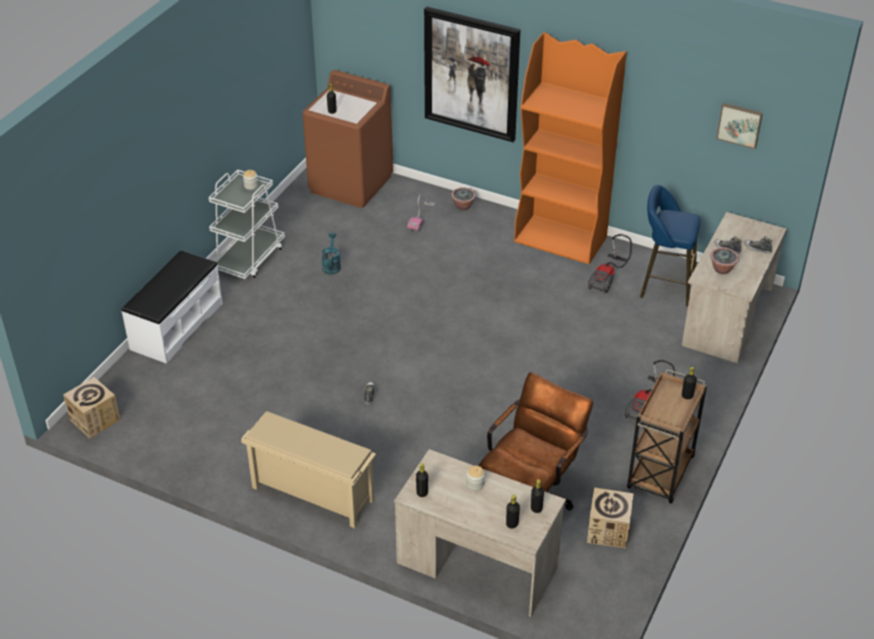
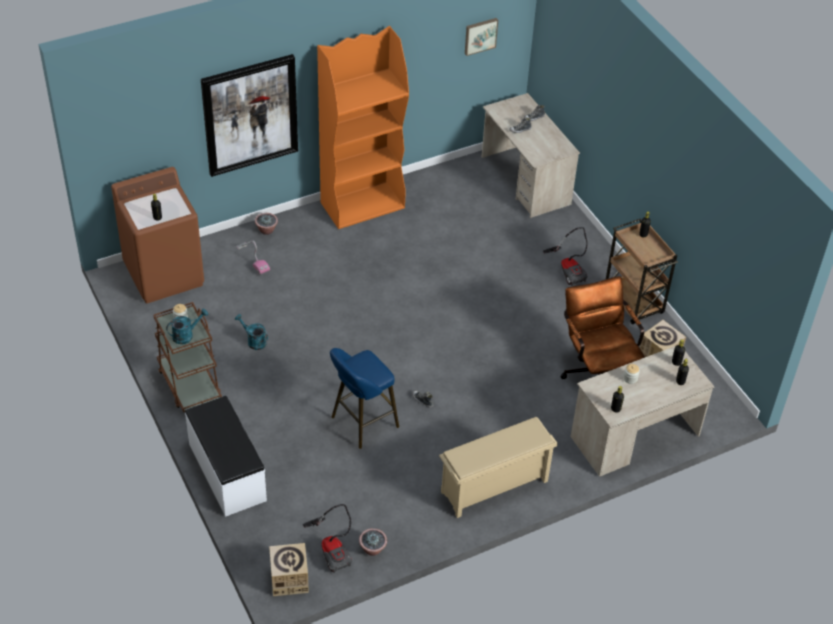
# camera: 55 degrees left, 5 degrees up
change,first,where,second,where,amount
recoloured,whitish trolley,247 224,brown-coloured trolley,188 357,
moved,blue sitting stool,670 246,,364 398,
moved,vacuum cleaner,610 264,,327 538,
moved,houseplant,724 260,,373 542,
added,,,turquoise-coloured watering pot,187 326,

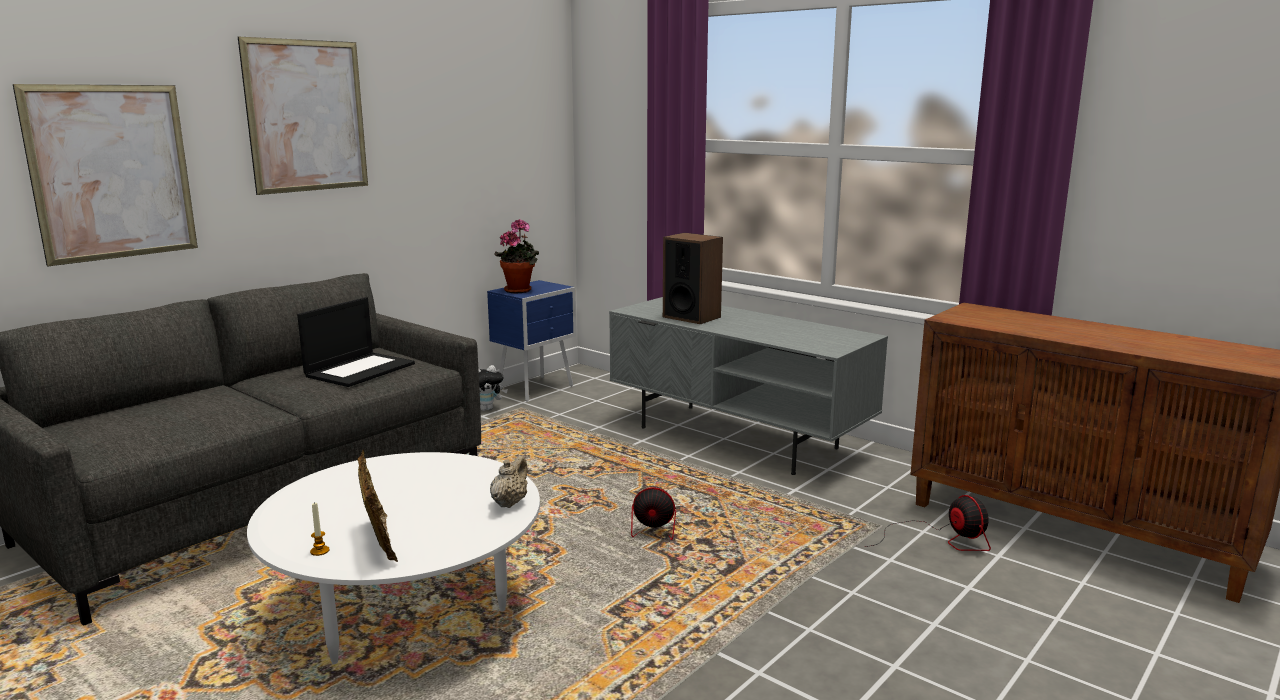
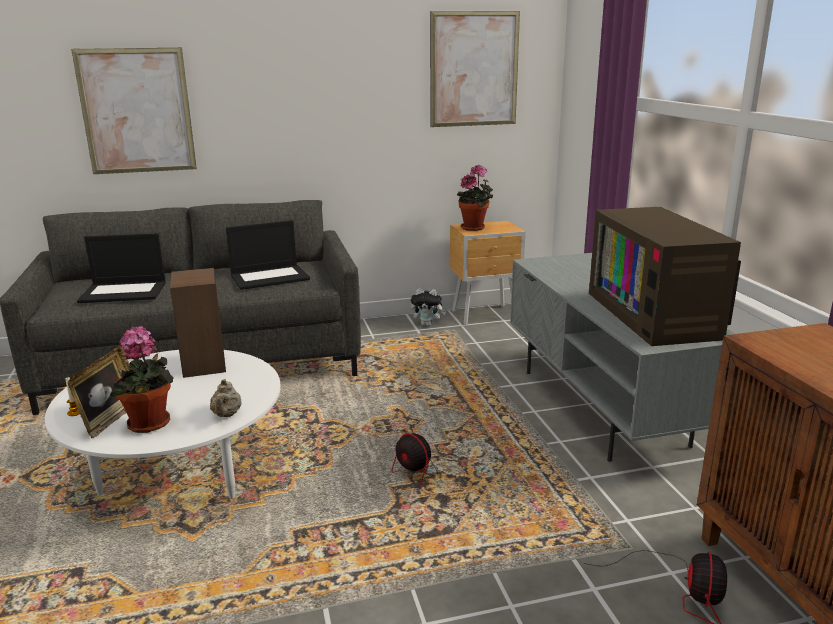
# camera: 35 degrees right, 5 degrees up
change,first,where,second,where,amount
moved,wall picture,303 116,,475 69,
moved,speaker,693 278,,198 323,
recoloured,blue bedside table,531 341,brown-coloured bedside table,487 273,
turned,beige pot for tea,509 482,,226 398,120 degrees clockwise
added,,,television,665 276,
added,,,laptop,121 268,
added,,,houseplant,142 379,

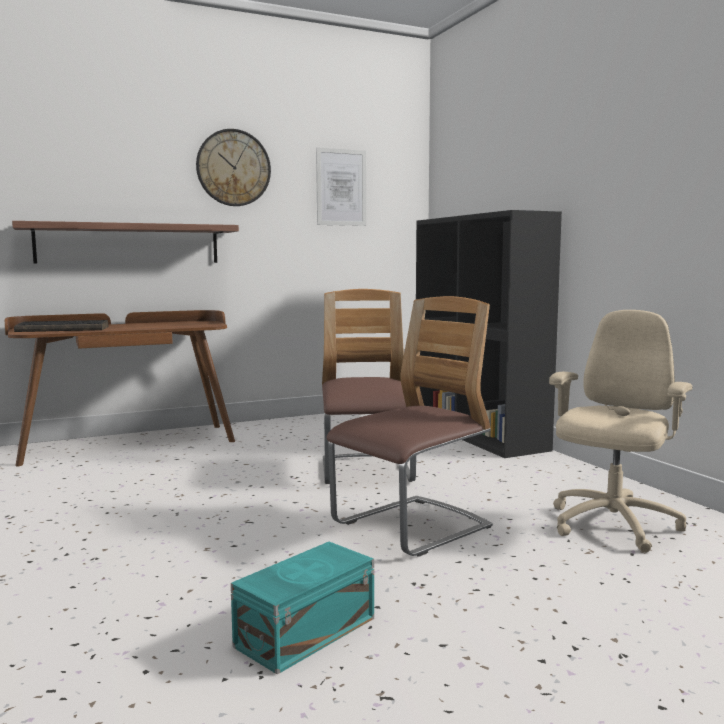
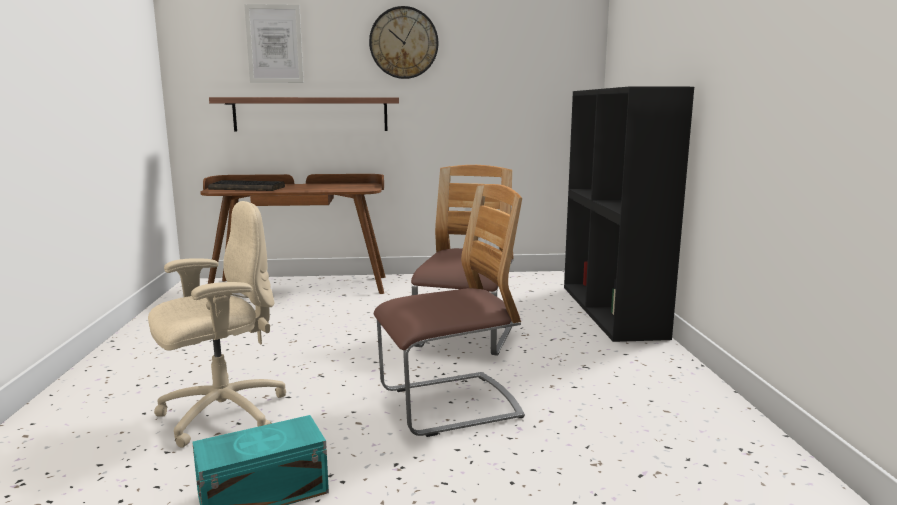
# camera: 20 degrees right, 5 degrees up
change,first,where,second,where,amount
moved,wall picture,341 186,,274 43,
moved,beige desk chair,621 431,,217 324,

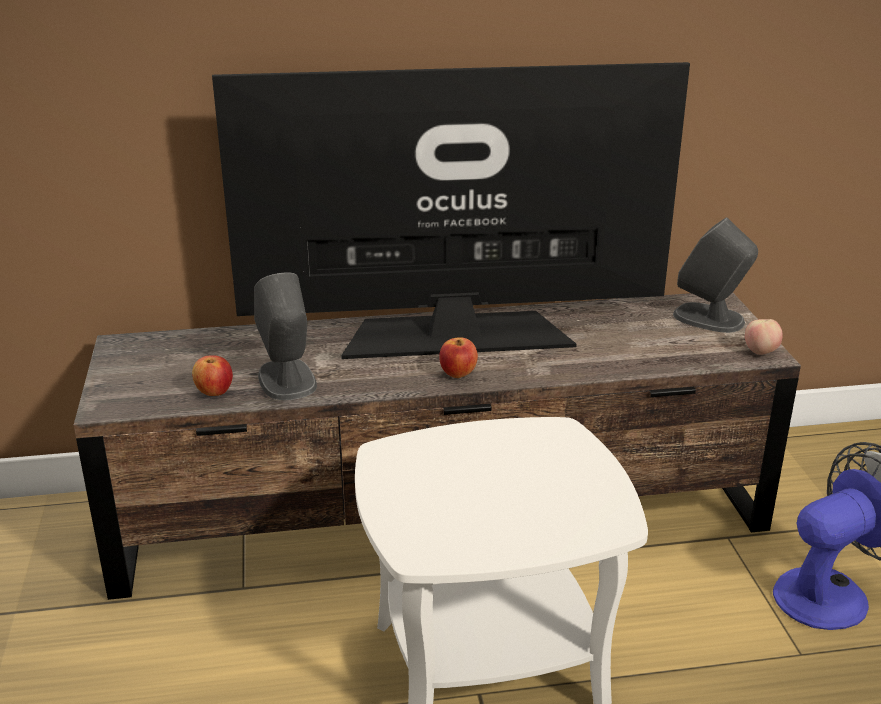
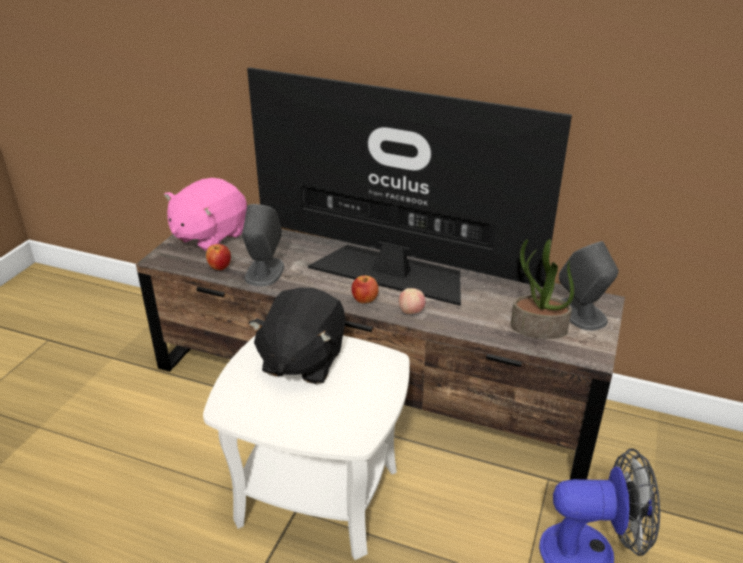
# camera: 30 degrees right, 5 degrees up
change,first,where,second,where,amount
moved,apple,764 337,,412 301,
added,,,pink-coloured soft toy,205 214,
added,,,houseplant,542 289,
added,,,black soft toy,297 336,

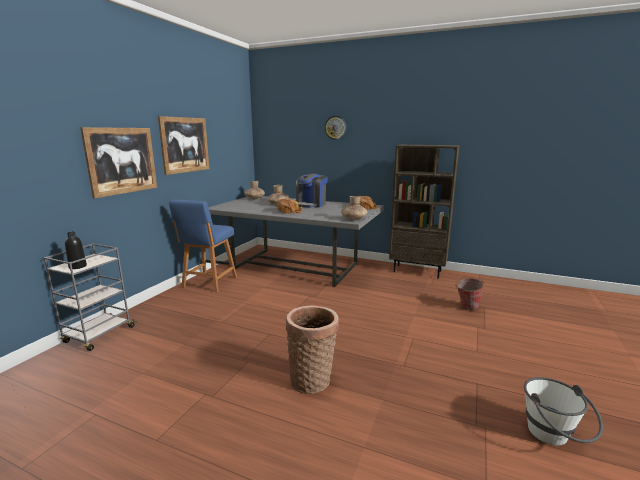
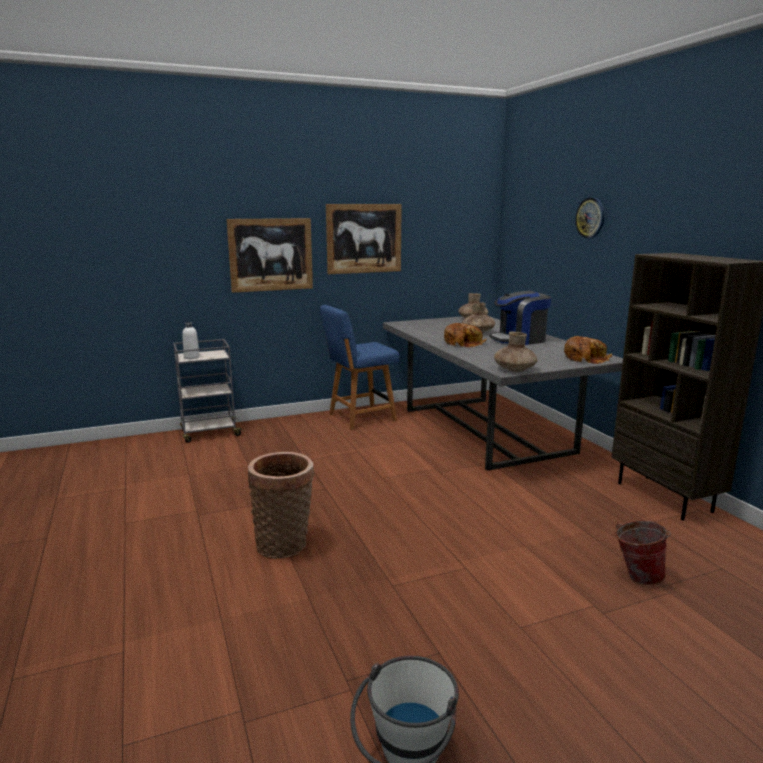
# camera: 45 degrees right, 0 degrees up
change,first,where,second,where,amount
recoloured,black beverage bottle,76 250,whitish beverage bottle,191 340,

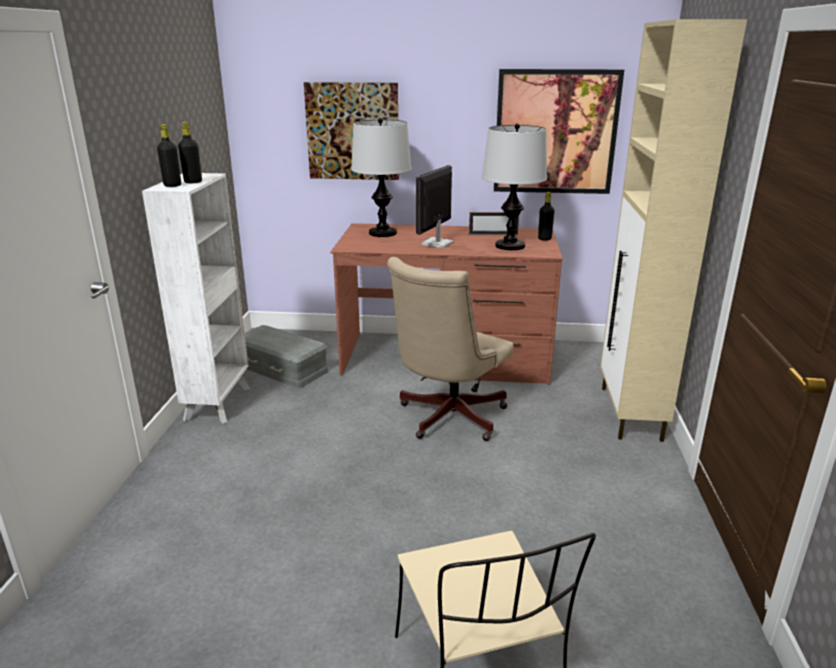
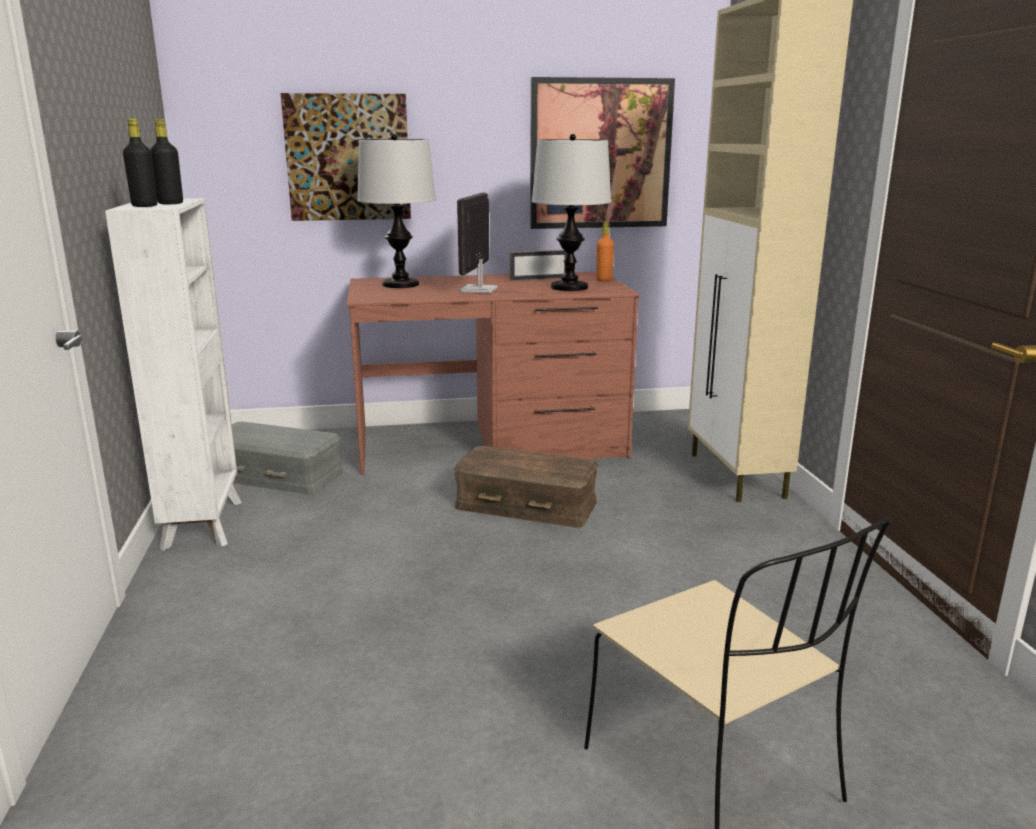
# camera: 15 degrees left, 5 degrees down
change,first,where,second,where,amount
recoloured,black beverage bottle,546 216,orangey beverage bottle,605 251,
replaced,beige desk chair,450 349,brown-coloured storage container,526 487,

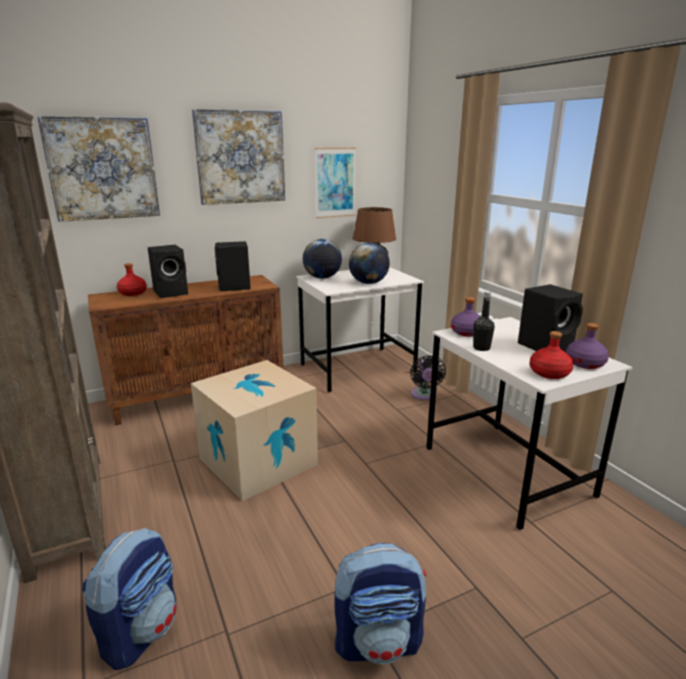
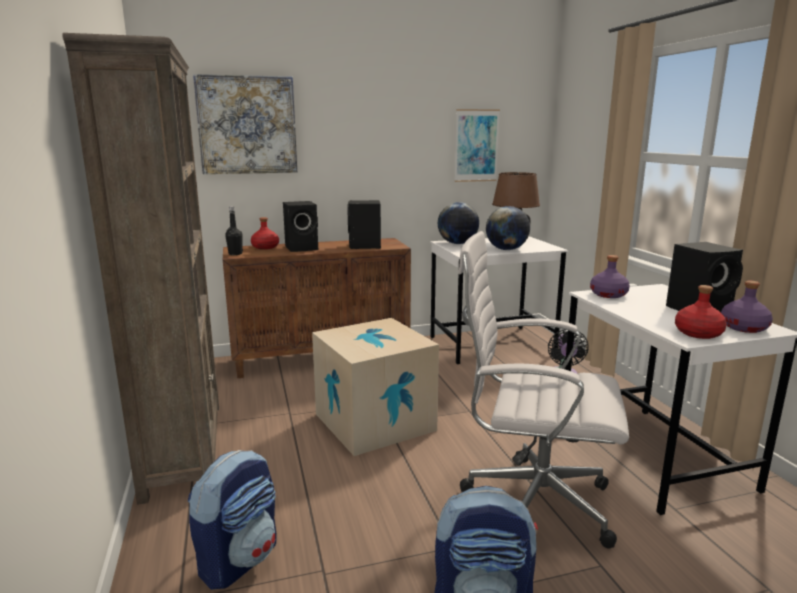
# camera: 10 degrees right, 5 degrees down
change,first,where,second,where,amount
removed,wall picture,238 157,,,
moved,black beverage bottle,484 321,,234 230,
added,,,whitish desk chair,543 390,

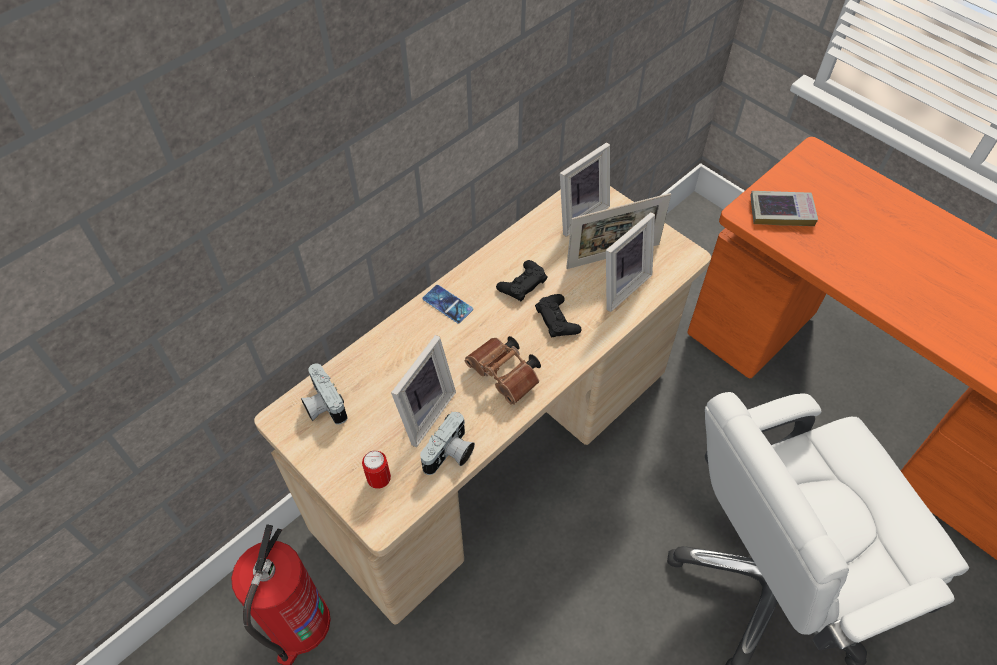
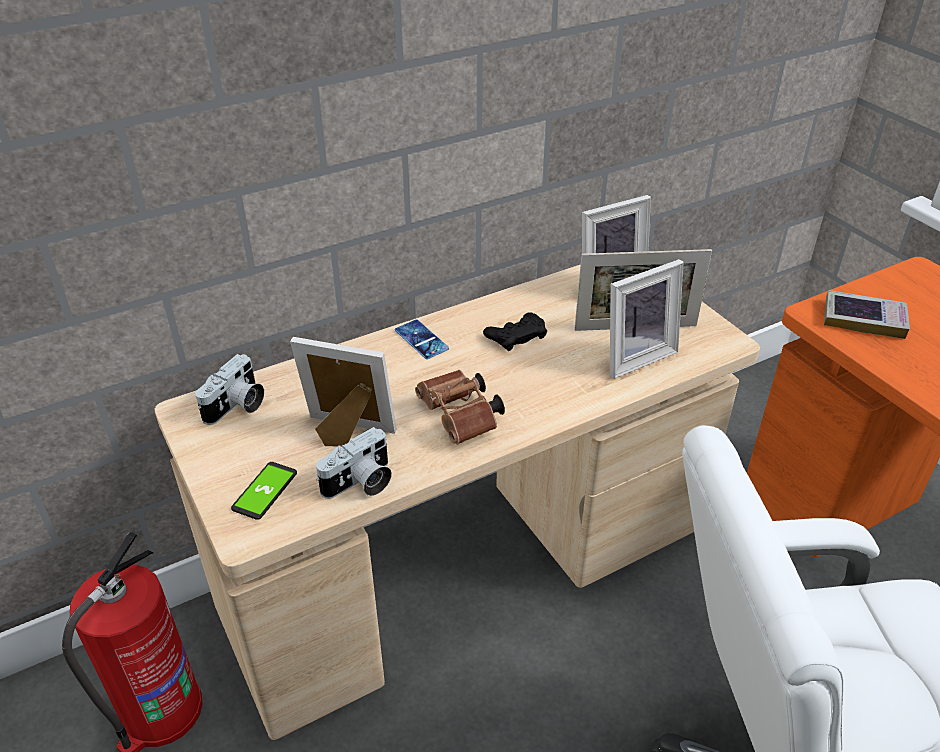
# camera: 15 degrees right, 15 degrees down
change,first,where,second,where,amount
removed,black game controller,558 316,,,
turned,photo frame,423 391,,343 392,120 degrees counterclockwise
turned,still camera,324 394,,229 389,135 degrees counterclockwise
replaced,metal can,376 470,handset,264 491,

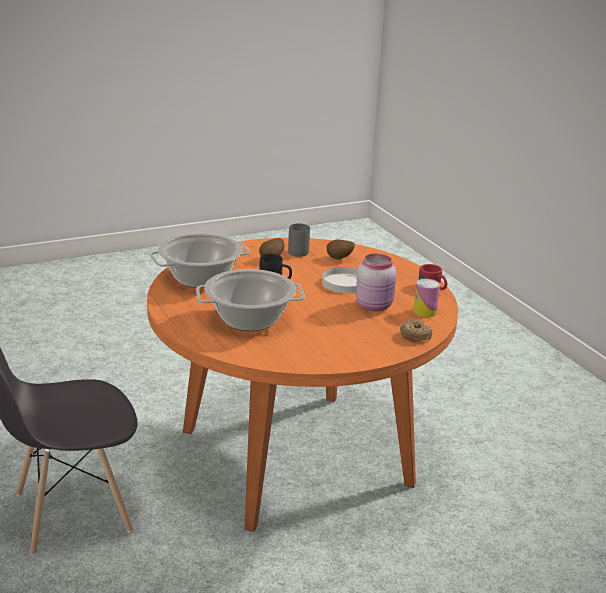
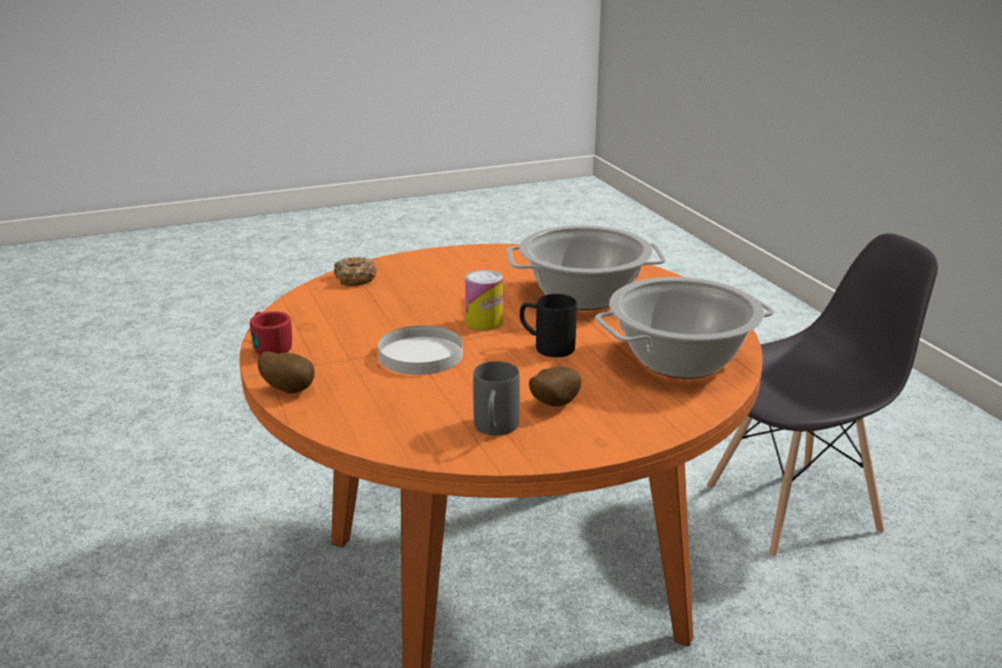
# camera: 175 degrees left, 0 degrees up
change,first,where,second,where,amount
moved,whole potato,341 249,,286 372,
removed,pink-coloured jar,376 282,,,
moved,metal can,426 298,,484 300,

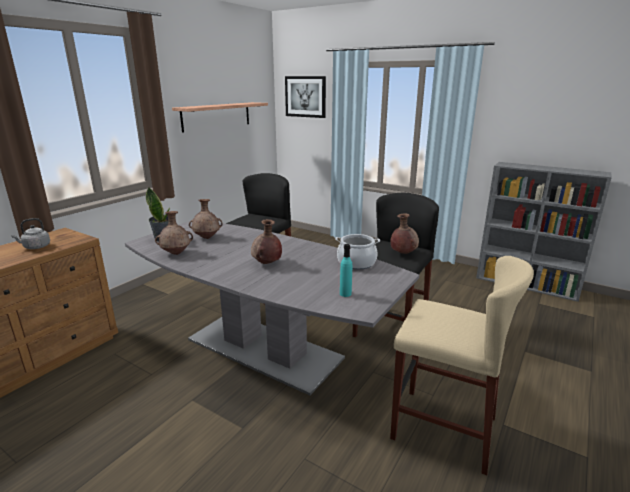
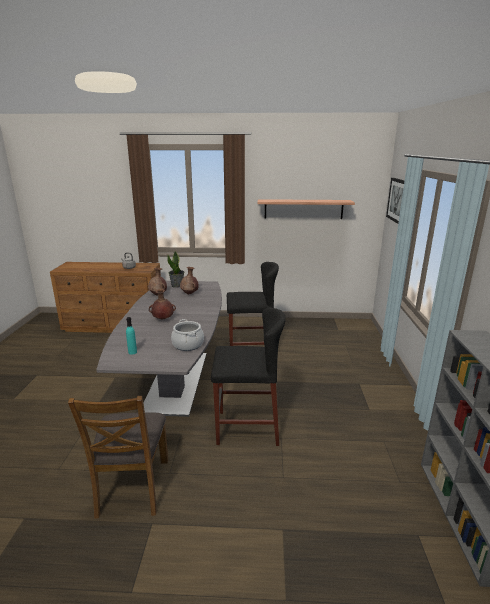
# camera: 60 degrees right, 0 degrees up
change,first,where,second,where,amount
removed,brown-coloured vase,405 234,,,
replaced,beige sitting stool,462 365,brown-coloured upright chair,118 457,

